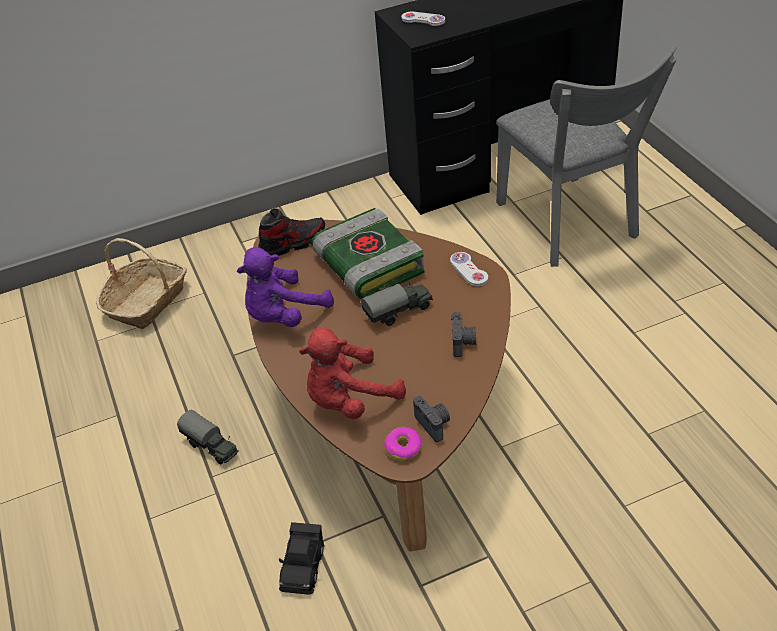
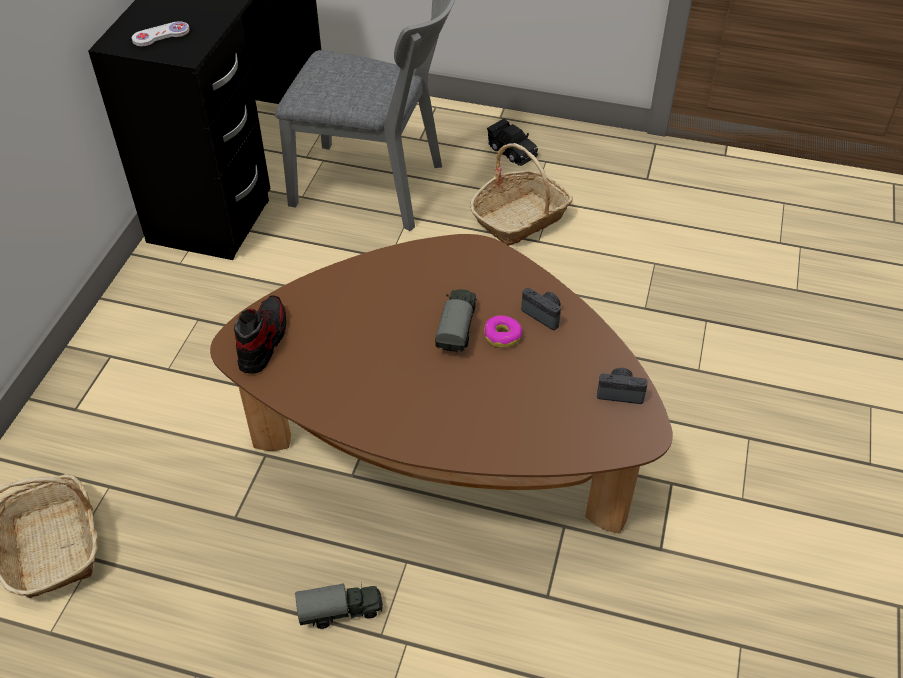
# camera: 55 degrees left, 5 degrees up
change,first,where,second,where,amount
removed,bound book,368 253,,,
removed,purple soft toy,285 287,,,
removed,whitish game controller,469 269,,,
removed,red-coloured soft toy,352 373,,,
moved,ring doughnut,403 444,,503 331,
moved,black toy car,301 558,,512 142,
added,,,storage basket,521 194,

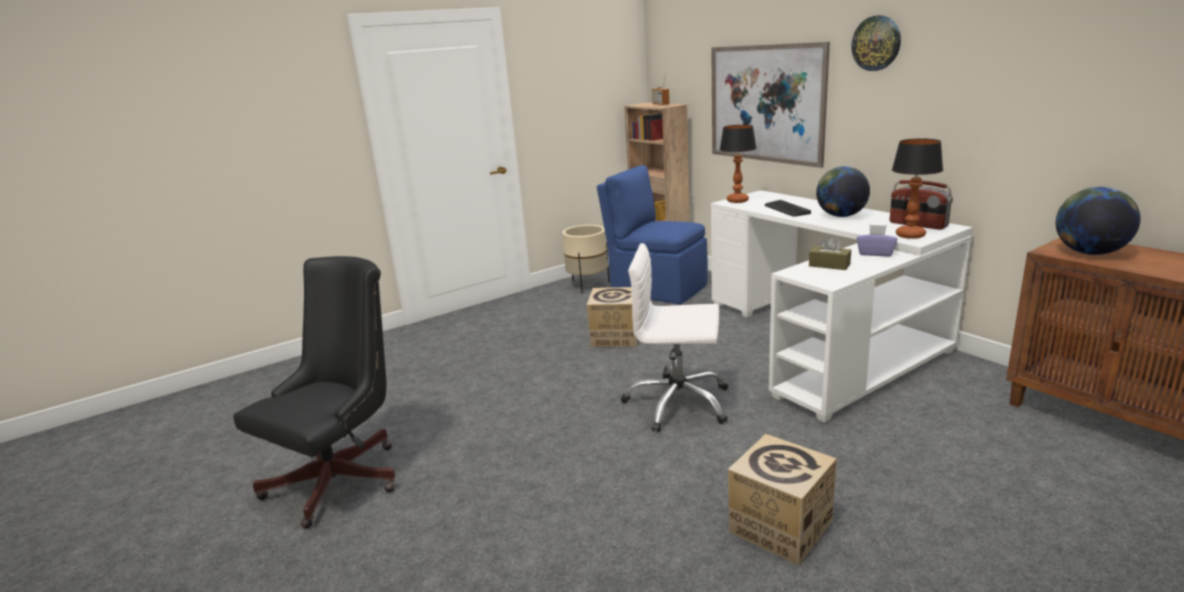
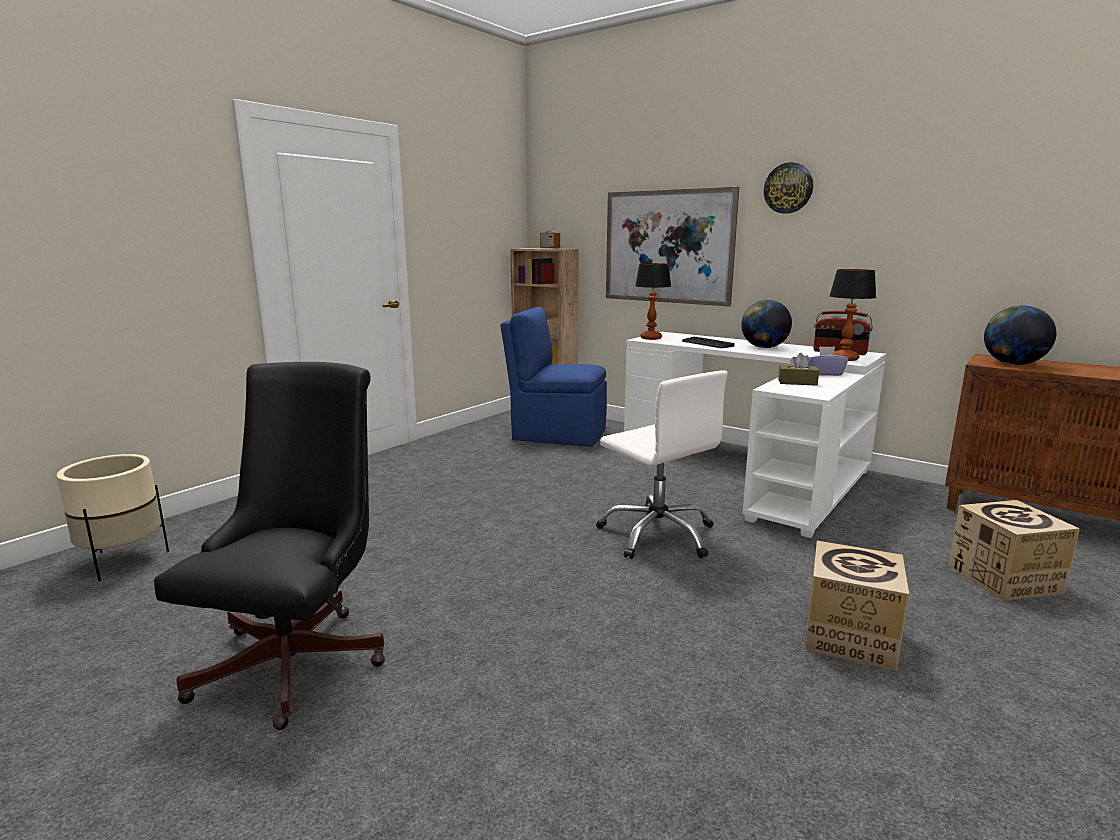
# camera: 20 degrees left, 5 degrees down
change,first,where,second,where,amount
moved,beige plant pot,586 259,,113 517,
turned,whitish desk chair,674 337,,662 464,120 degrees counterclockwise
moved,carton,612 317,,1014 550,

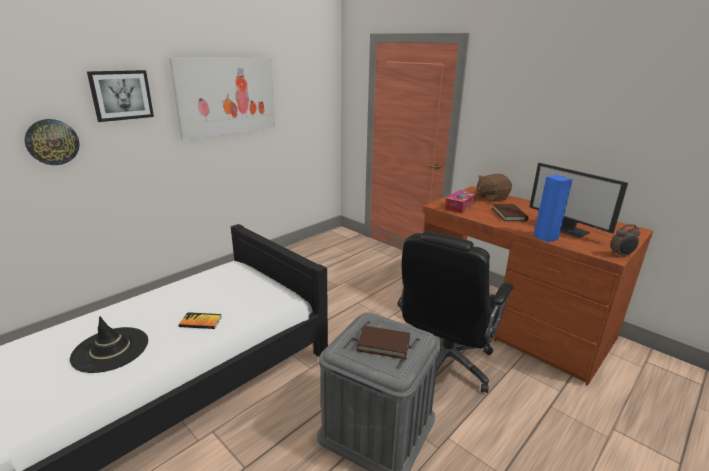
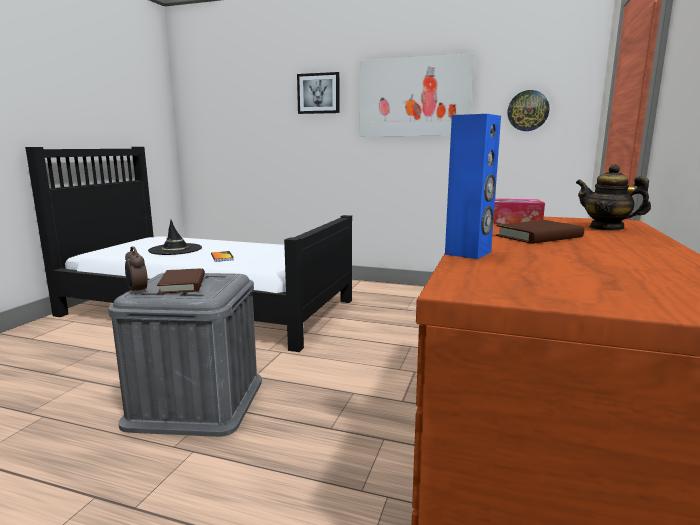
# camera: 65 degrees right, 10 degrees down
change,first,where,second,where,amount
moved,wall clock,52 142,,528 110,
removed,computer display,579 200,,,
replaced,brown-coloured soft toy,494 188,pot for tea,613 197,
moved,alarm clock,625 240,,136 270,
removed,black desk chair,456 312,,,

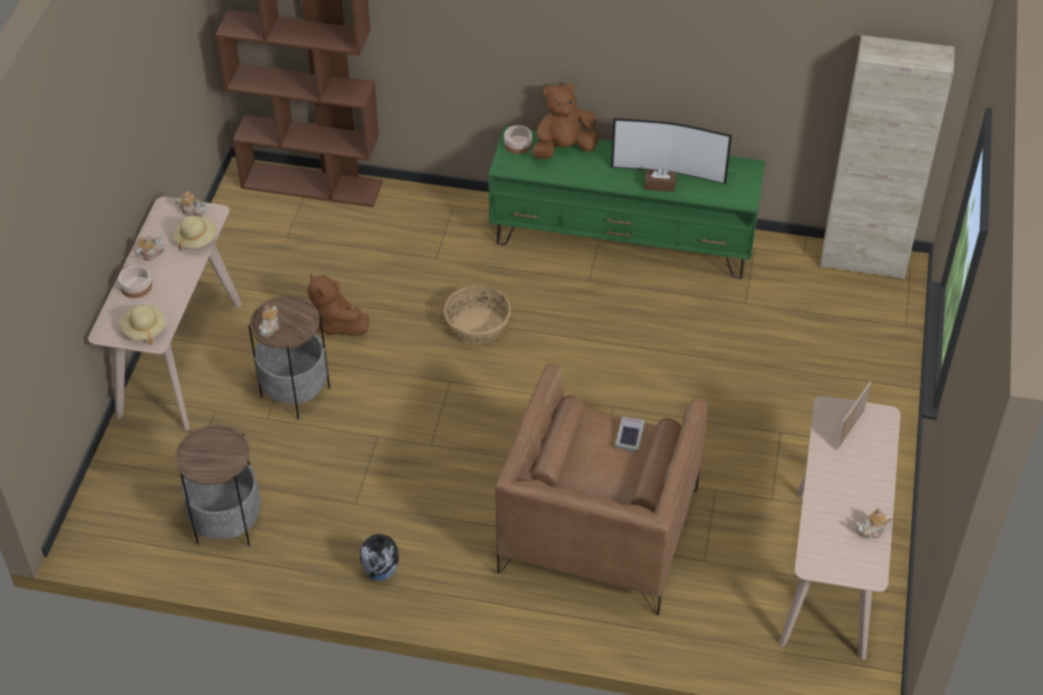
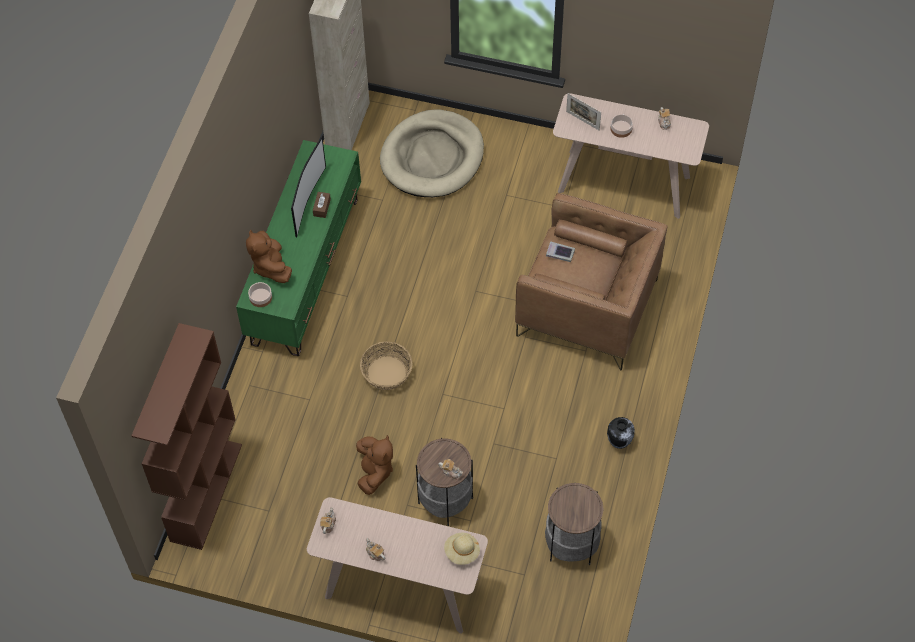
# camera: 85 degrees left, 10 degrees up
change,first,where,second,where,amount
removed,beige wearable hat,195 233,,,
moved,serving bowl,135 282,,621 126,
turned,brown-coloured soft toy,338 304,,374 465,60 degrees counterclockwise
added,,,beige dog bed,432 153,

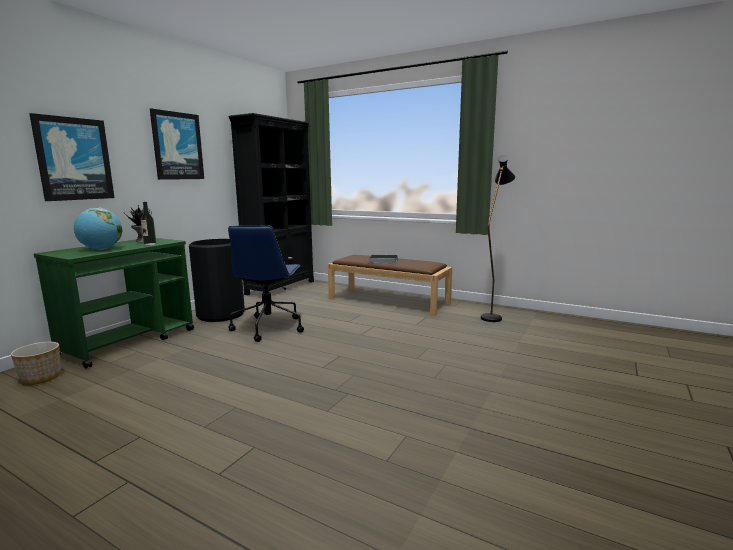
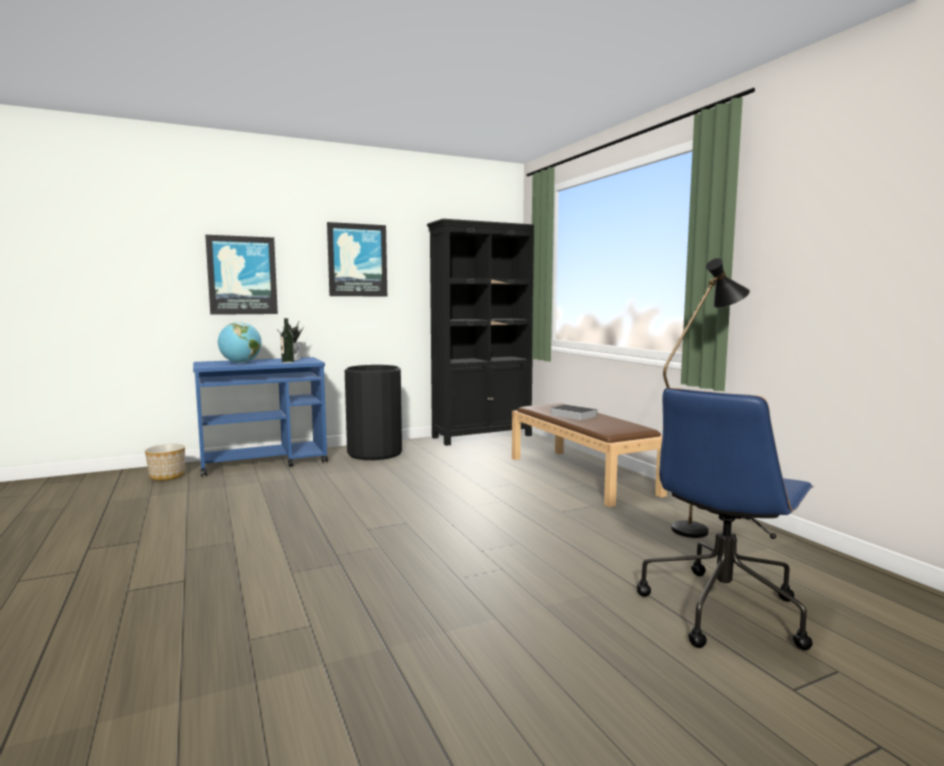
# camera: 35 degrees right, 5 degrees down
change,first,where,second,where,amount
moved,blue desk chair,266 283,,725 519,
recoloured,greenish trolley,114 303,blue trolley,260 417,

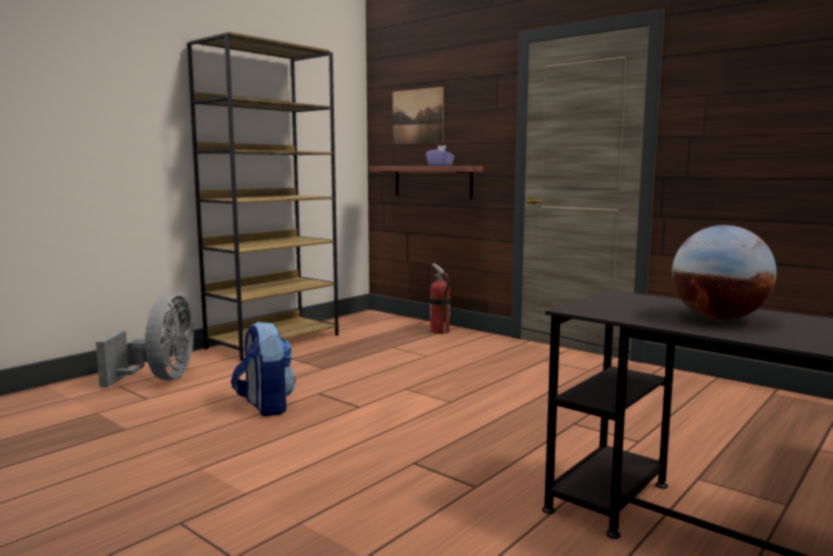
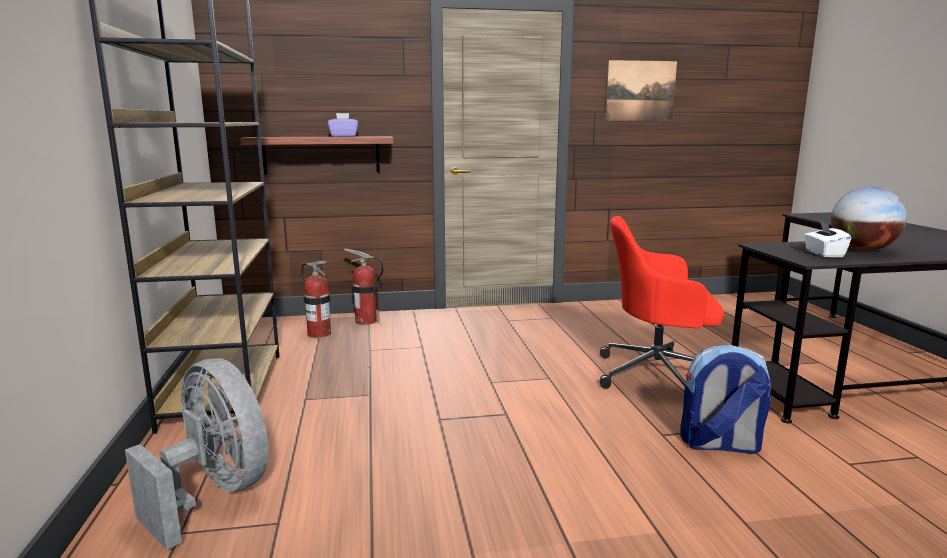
# camera: 50 degrees left, 5 degrees up
change,first,where,second,where,amount
moved,wall picture,418 115,,641 90,
moved,backpack,263 368,,725 399,
added,,,red-coloured desk chair,662 302,
added,,,whitish tissue holder,827 239,
added,,,fire extinguisher,316 299,

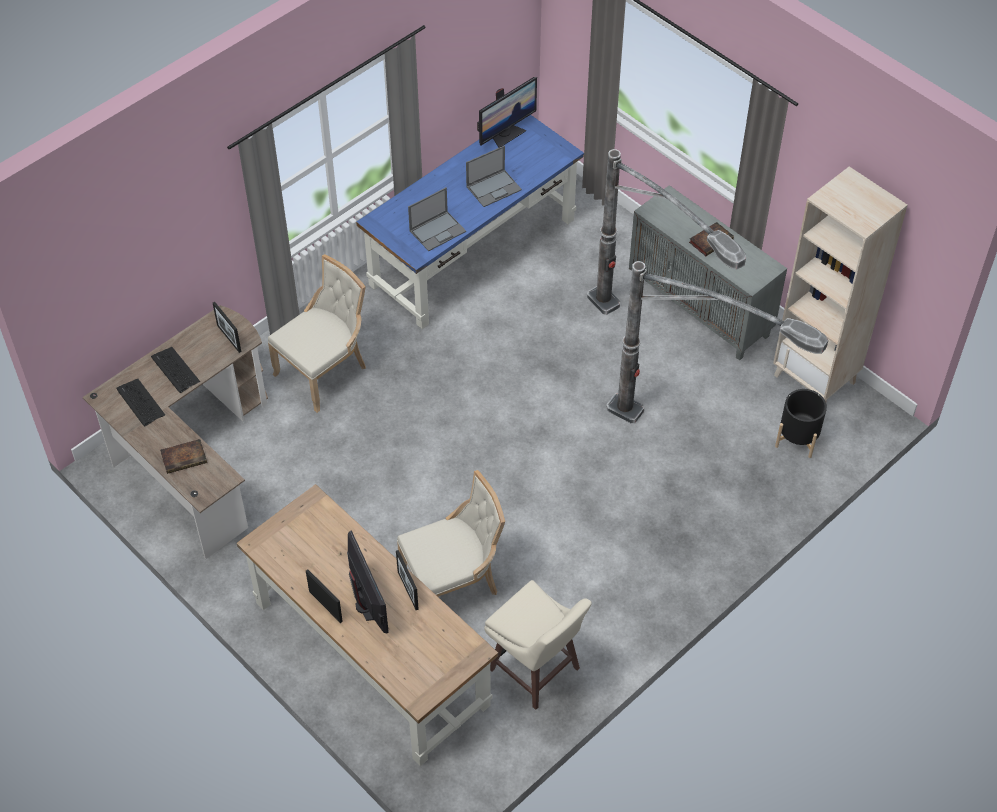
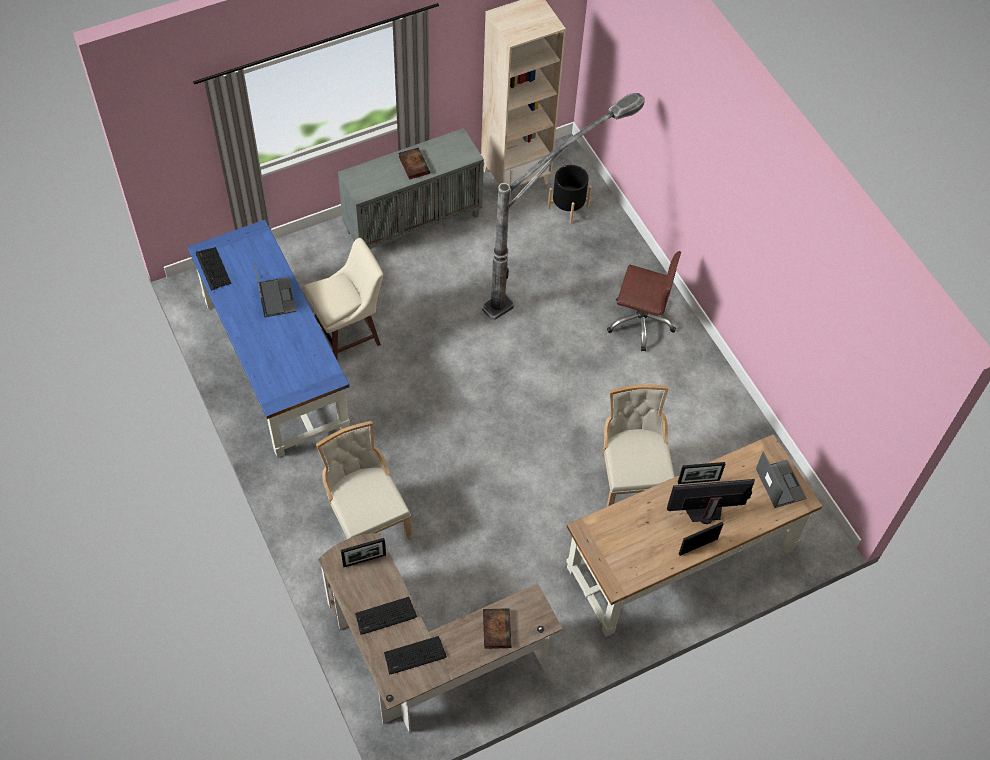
# camera: 75 degrees left, 5 degrees up
change,first,where,second,where,amount
replaced,computer display,507 112,PC keyboard,213 268,
removed,standard lamp,666 232,,,
moved,laptop,437 219,,781 479,
moved,beige sitting stool,538 645,,343 298,
added,,,brown-coloured desk chair,644 301,

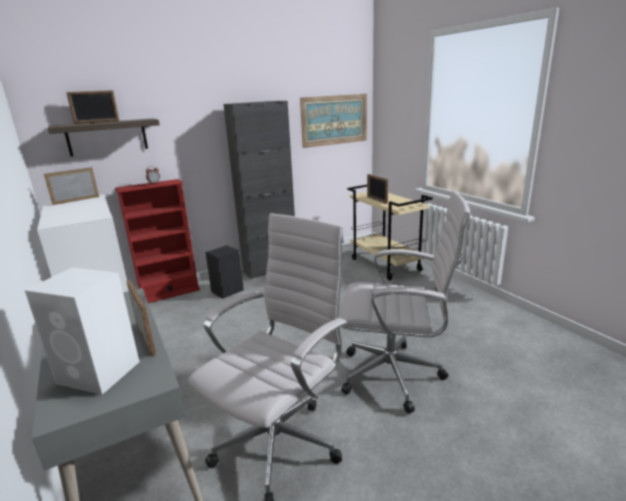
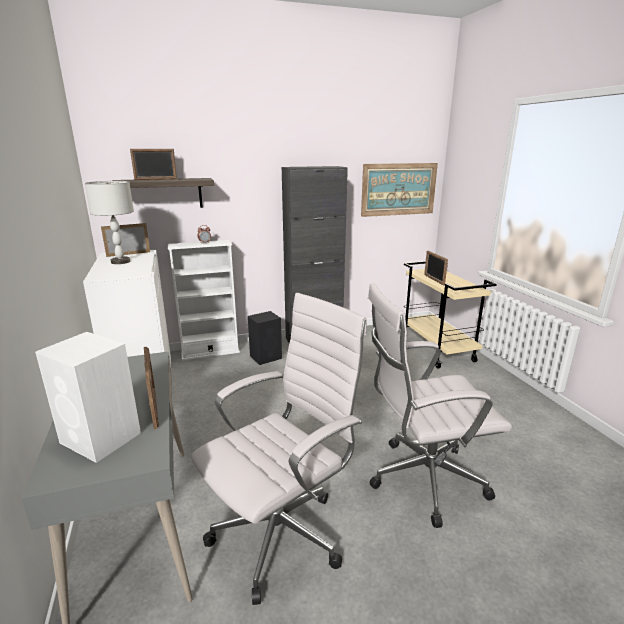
# camera: 10 degrees right, 0 degrees up
change,first,where,second,where,amount
recoloured,red-coloured bookshelf,157 241,whitish bookshelf,204 300,
turned,whitish desk chair,405 302,,440 405,150 degrees clockwise
added,,,greyish lamp for a table,109 222,

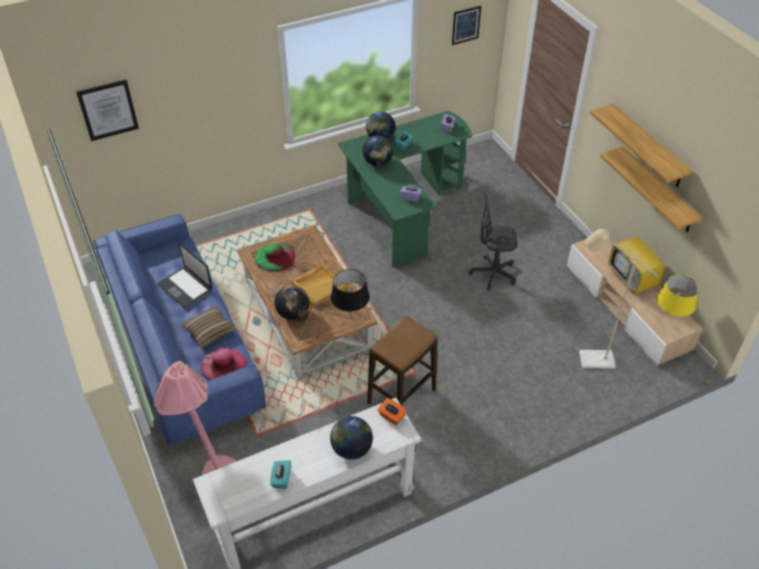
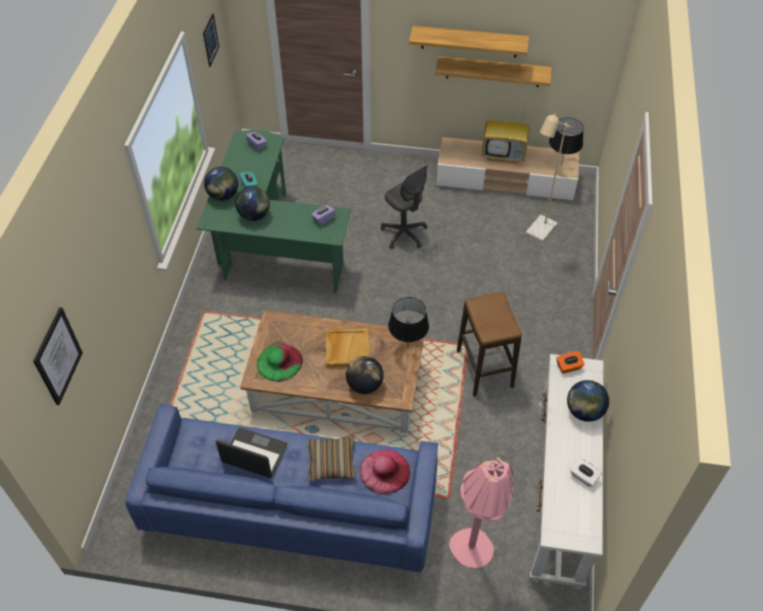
# camera: 55 degrees left, 5 degrees up
change,first,where,second,where,amount
turned,greyish desk chair,493 242,,404 207,75 degrees counterclockwise
turned,laptop,184 275,,252 453,150 degrees counterclockwise
recoloured,yellow lamp for a table,678 299,black lamp for a table,566 141,
recoloured,turquoise-coloured tissue holder,280 474,whitish tissue holder,586 472,

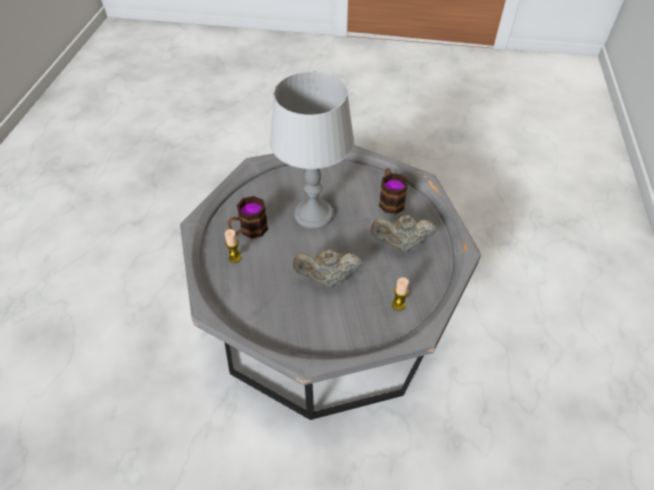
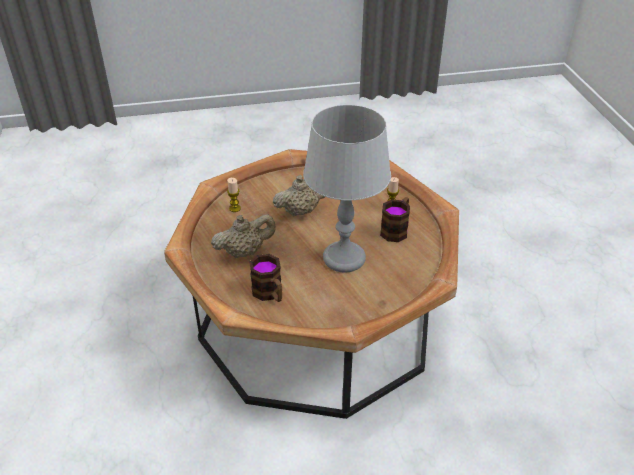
# camera: 160 degrees right, 10 degrees down
change,first,where,second,where,amount
recoloured,greyish lounge table,330 282,brown-coloured lounge table,311 284,

